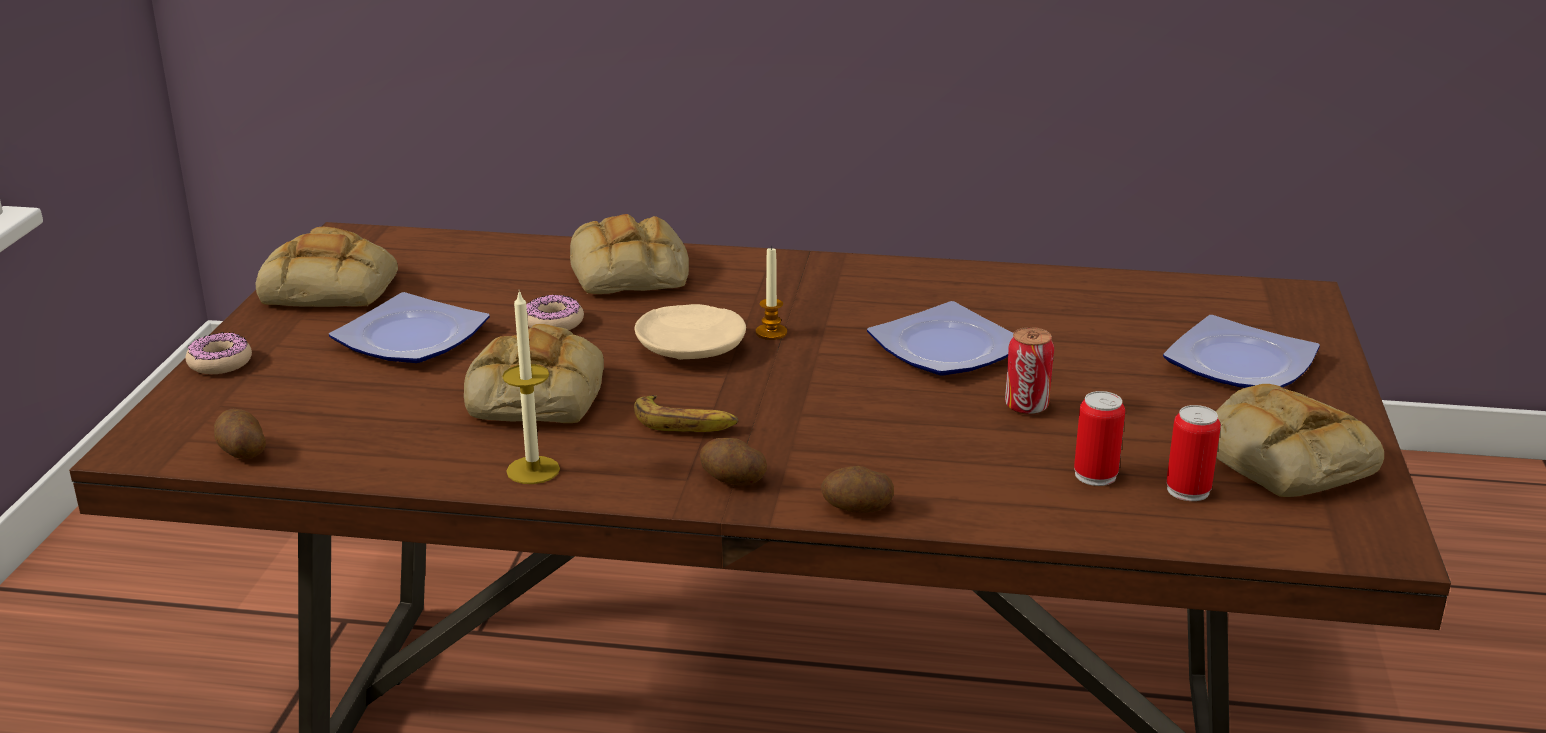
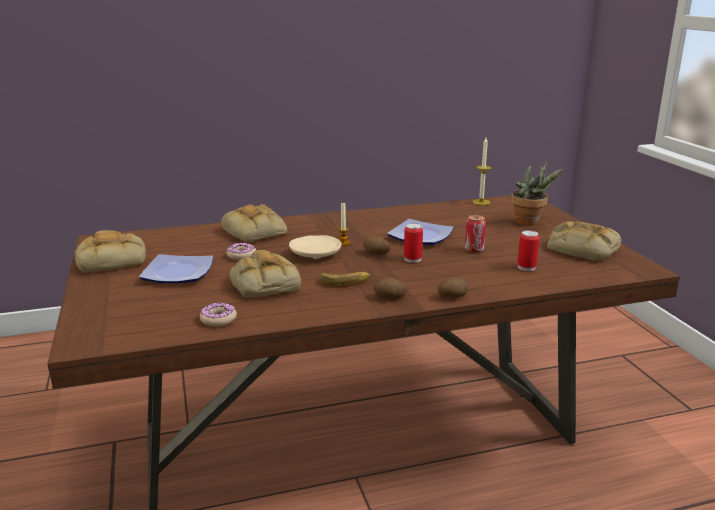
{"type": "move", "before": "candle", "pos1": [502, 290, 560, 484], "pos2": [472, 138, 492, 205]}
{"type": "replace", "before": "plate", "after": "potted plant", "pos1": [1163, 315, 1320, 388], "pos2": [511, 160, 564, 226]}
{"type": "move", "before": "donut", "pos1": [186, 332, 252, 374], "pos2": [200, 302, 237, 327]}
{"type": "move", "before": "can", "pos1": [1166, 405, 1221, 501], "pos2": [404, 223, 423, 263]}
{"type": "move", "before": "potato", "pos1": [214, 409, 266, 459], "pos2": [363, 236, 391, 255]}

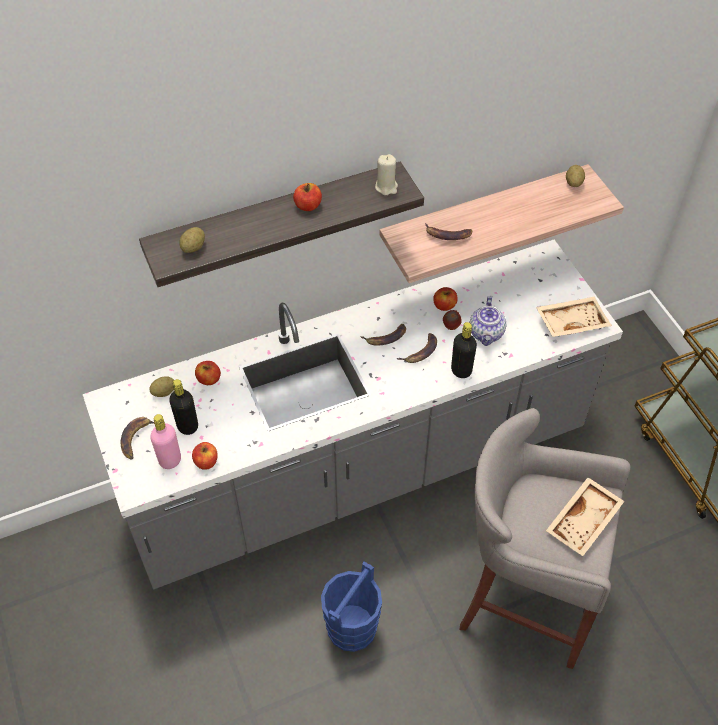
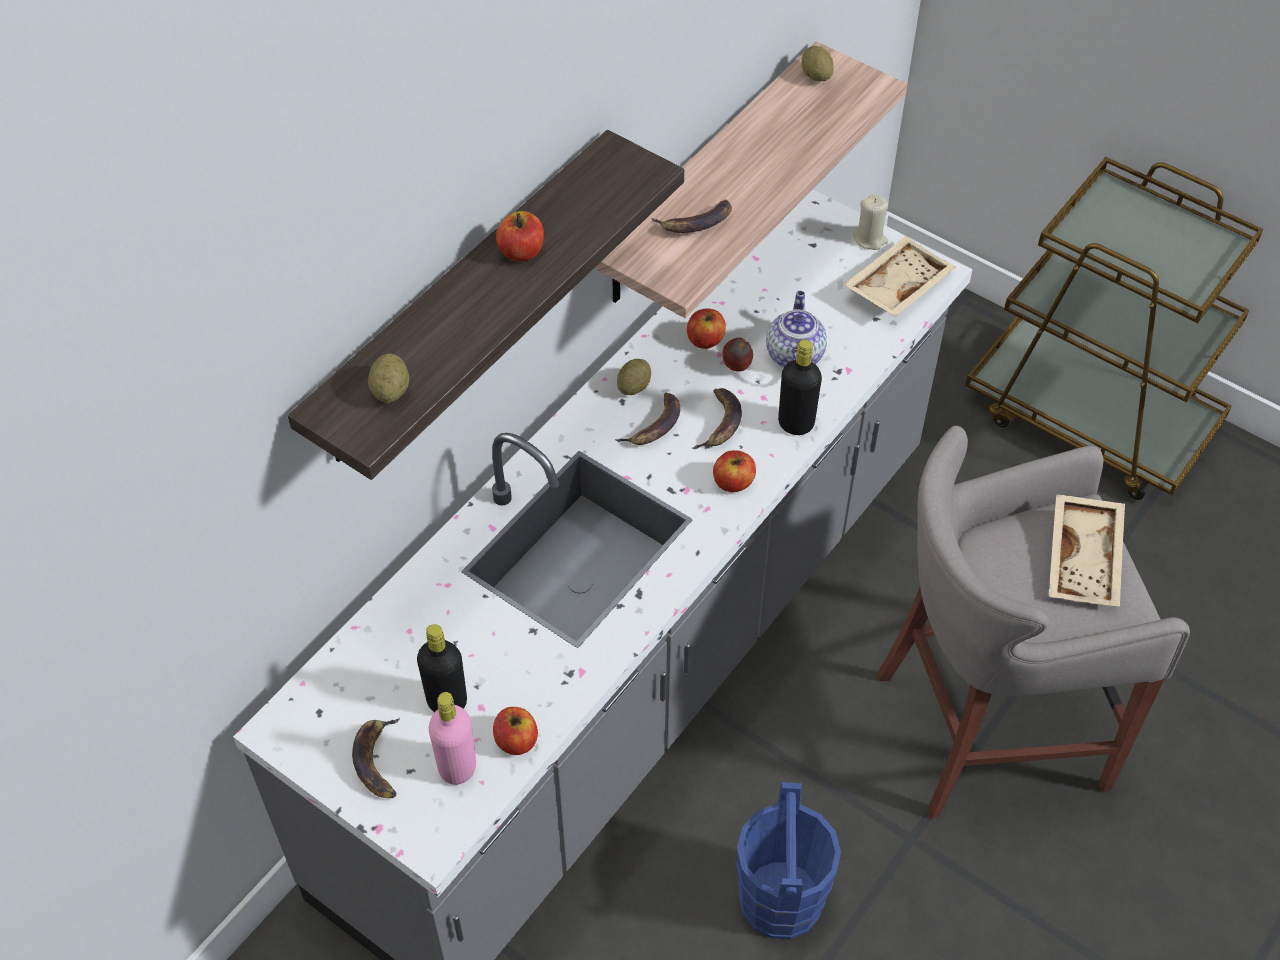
{"type": "move", "before": "candle (beige)", "pos1": [375, 154, 398, 195], "pos2": [853, 195, 888, 250]}
{"type": "rotate", "before": "teapot", "pos1": [469, 296, 506, 346], "pos2": [766, 291, 827, 368], "turn": -150}
{"type": "move", "before": "apple", "pos1": [195, 361, 221, 385], "pos2": [713, 450, 756, 492]}
{"type": "move", "before": "potato", "pos1": [149, 376, 174, 397], "pos2": [617, 359, 651, 395]}

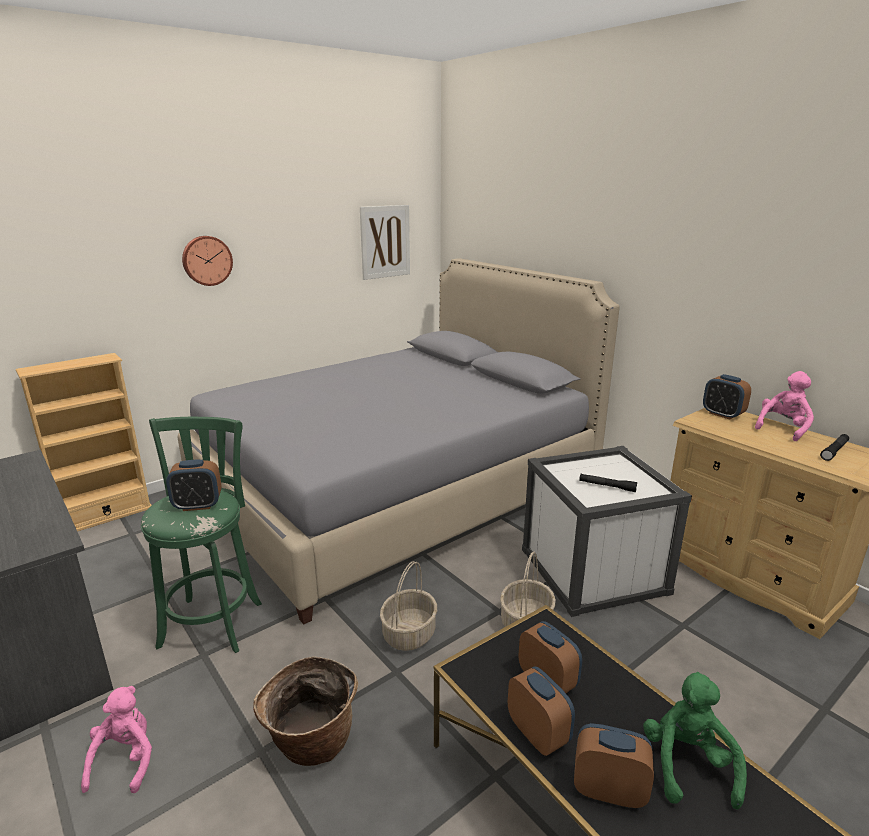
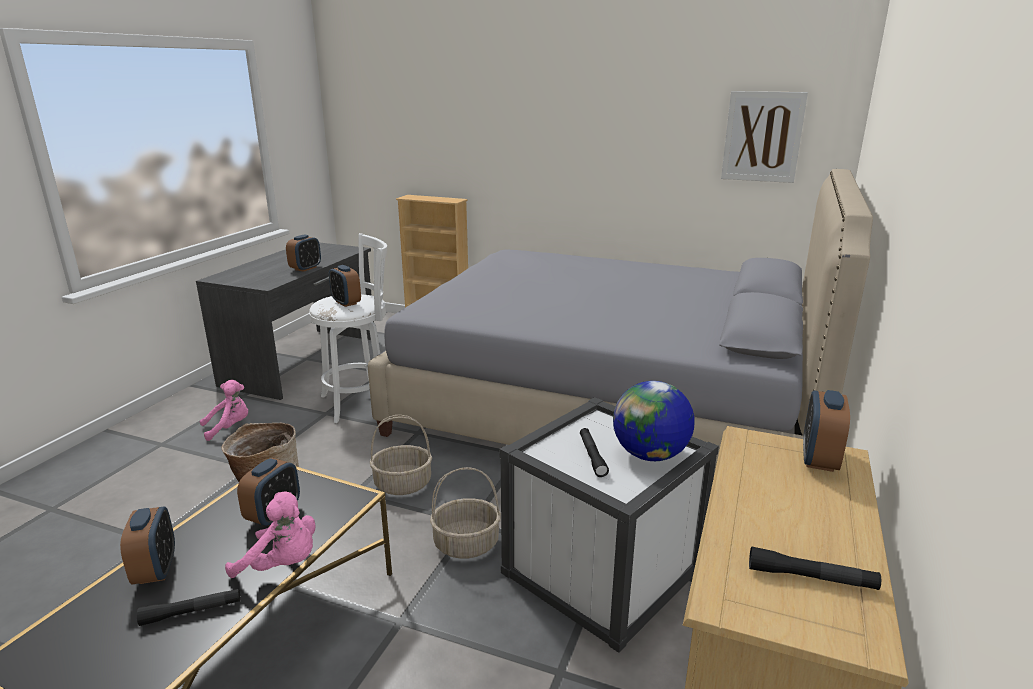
{"type": "delete", "before": "wall clock", "pos1": [182, 236, 233, 286]}
{"type": "move", "before": "plush toy (pink)", "pos1": [755, 371, 814, 441], "pos2": [225, 491, 316, 578]}
{"type": "recolor", "before": "stool (green)", "after": "stool (white)", "pos1": [141, 417, 262, 653], "pos2": [309, 233, 387, 423]}
{"type": "move", "before": "alarm clock", "pos1": [508, 667, 575, 756], "pos2": [286, 235, 321, 272]}
{"type": "replace", "before": "plush toy (green)", "after": "flashlight (black)", "pos1": [643, 672, 747, 810], "pos2": [137, 589, 240, 626]}
{"type": "insert", "after": "globe", "pos2": [613, 381, 694, 461]}

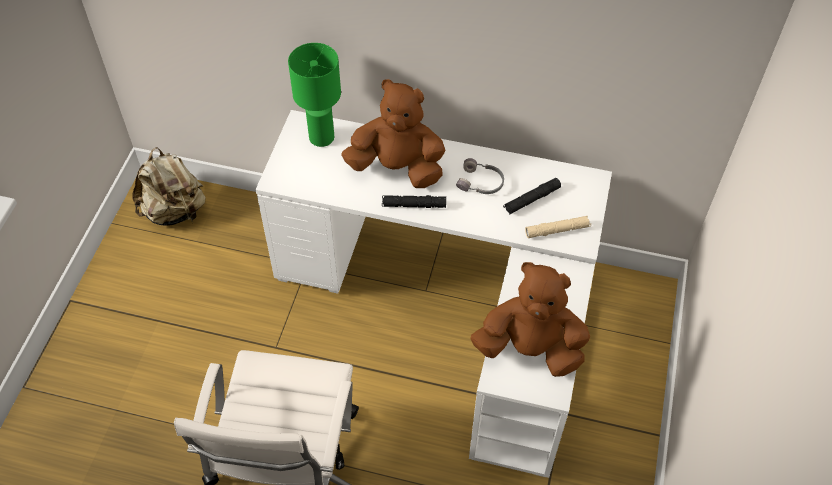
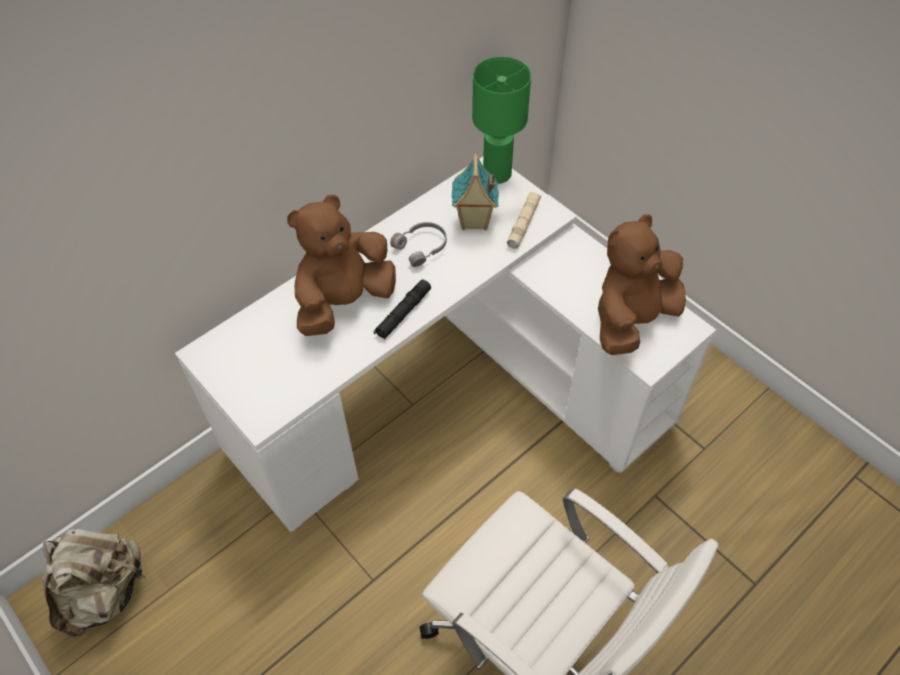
{"type": "move", "before": "table lamp (green)", "pos1": [288, 43, 341, 147], "pos2": [472, 57, 531, 184]}
{"type": "replace", "before": "flashlight (black)", "after": "toy house", "pos1": [503, 178, 561, 215], "pos2": [452, 153, 498, 231]}

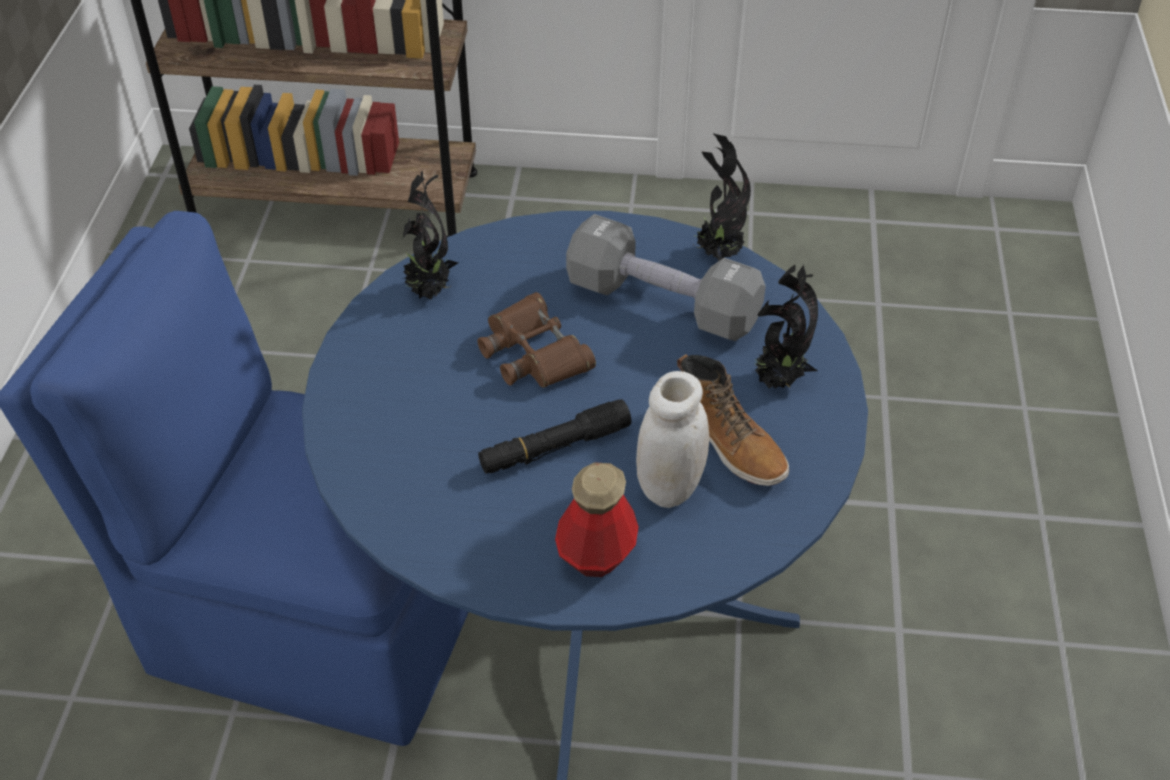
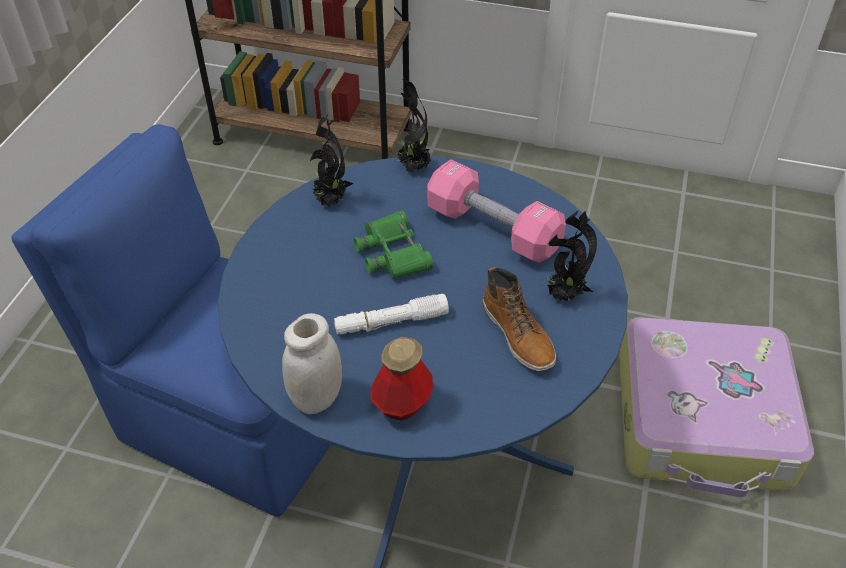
{"type": "move", "before": "potted plant", "pos1": [693, 133, 751, 261], "pos2": [396, 80, 431, 172]}
{"type": "recolor", "before": "dumbbell (grey)", "after": "dumbbell (pink)", "pos1": [566, 214, 766, 341], "pos2": [427, 159, 566, 263]}
{"type": "recolor", "before": "binoculars (brown)", "after": "binoculars (green)", "pos1": [477, 292, 596, 388], "pos2": [354, 210, 433, 278]}
{"type": "move", "before": "jar (white)", "pos1": [636, 371, 709, 508], "pos2": [282, 313, 342, 414]}
{"type": "recolor", "before": "flashlight (black)", "after": "flashlight (white)", "pos1": [478, 399, 631, 474], "pos2": [334, 294, 449, 335]}
{"type": "insert", "after": "suitcase", "pos2": [619, 317, 814, 498]}

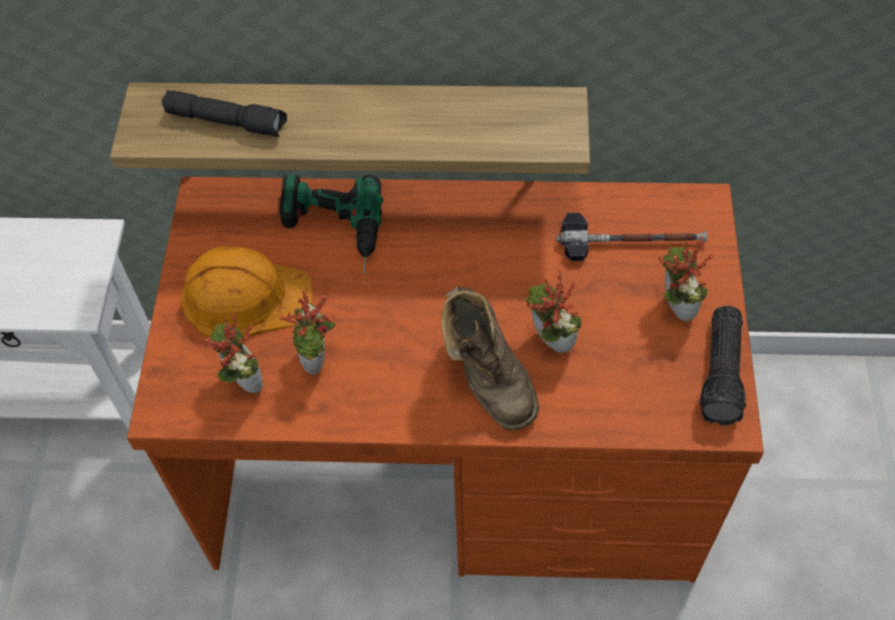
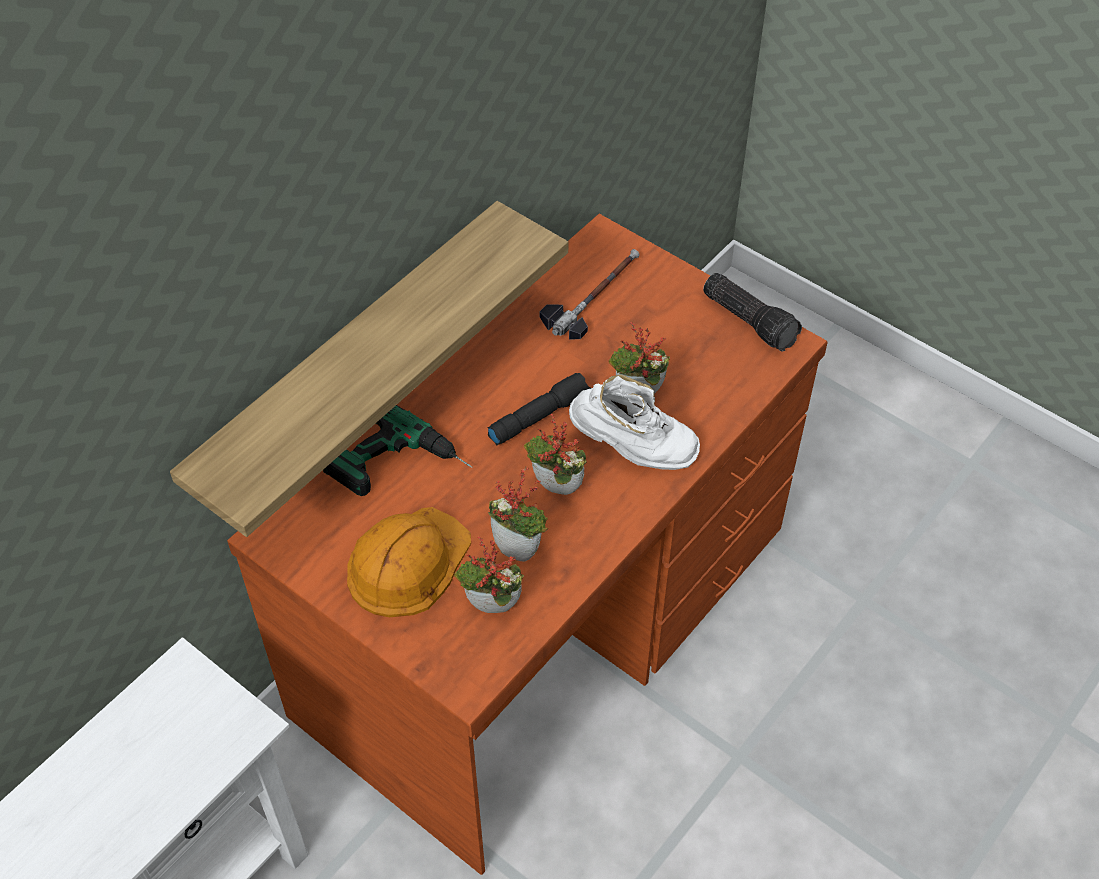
{"type": "move", "before": "flashlight (black)", "pos1": [161, 90, 287, 137], "pos2": [488, 373, 591, 445]}
{"type": "move", "before": "potted plant", "pos1": [658, 236, 713, 322], "pos2": [524, 414, 587, 495]}
{"type": "recolor", "before": "boot (brown)", "after": "boot (white)", "pos1": [441, 286, 539, 430], "pos2": [569, 374, 700, 470]}

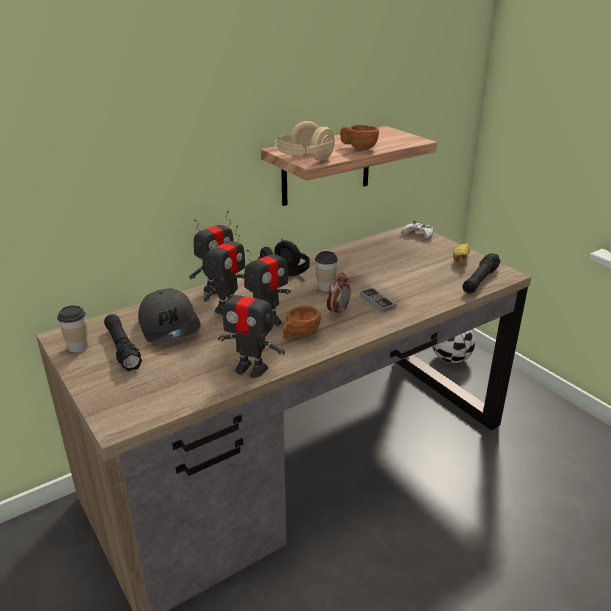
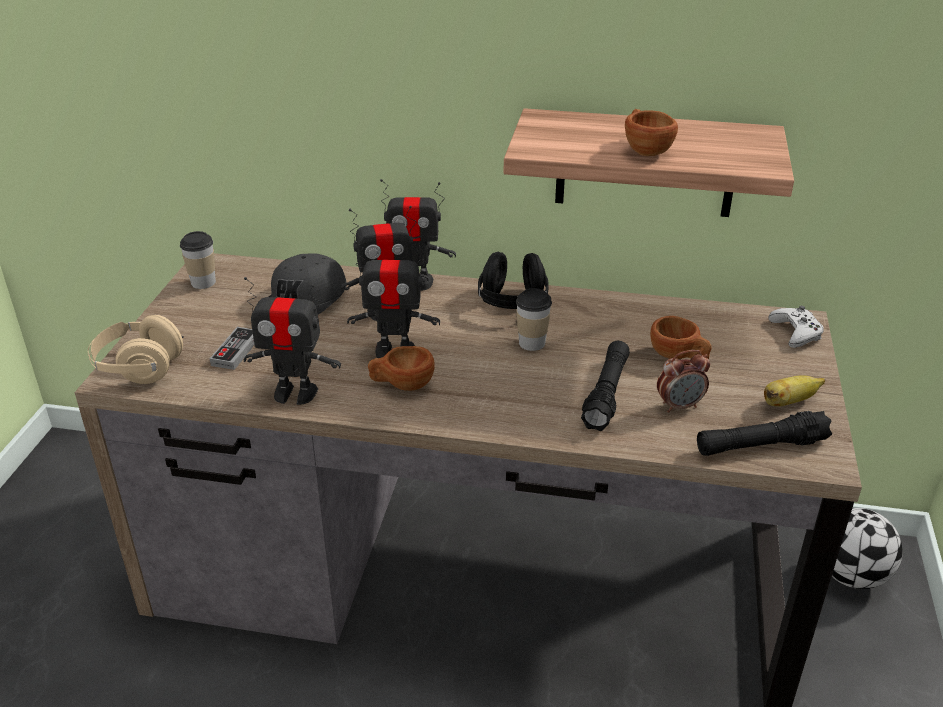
{"type": "move", "before": "headphones (beige)", "pos1": [275, 121, 335, 161], "pos2": [88, 315, 184, 384]}
{"type": "move", "before": "alarm clock", "pos1": [327, 273, 351, 317], "pos2": [657, 350, 710, 413]}
{"type": "rotate", "before": "toy robot", "pos1": [218, 278, 285, 378], "pos2": [243, 277, 341, 405], "turn": -60}
{"type": "move", "before": "game controller", "pos1": [360, 287, 396, 313], "pos2": [210, 327, 254, 370]}
{"type": "move", "before": "flashlight (black)", "pos1": [104, 314, 142, 372], "pos2": [581, 341, 630, 431]}
{"type": "insert", "after": "cup (brown)", "pos2": [650, 316, 712, 359]}

